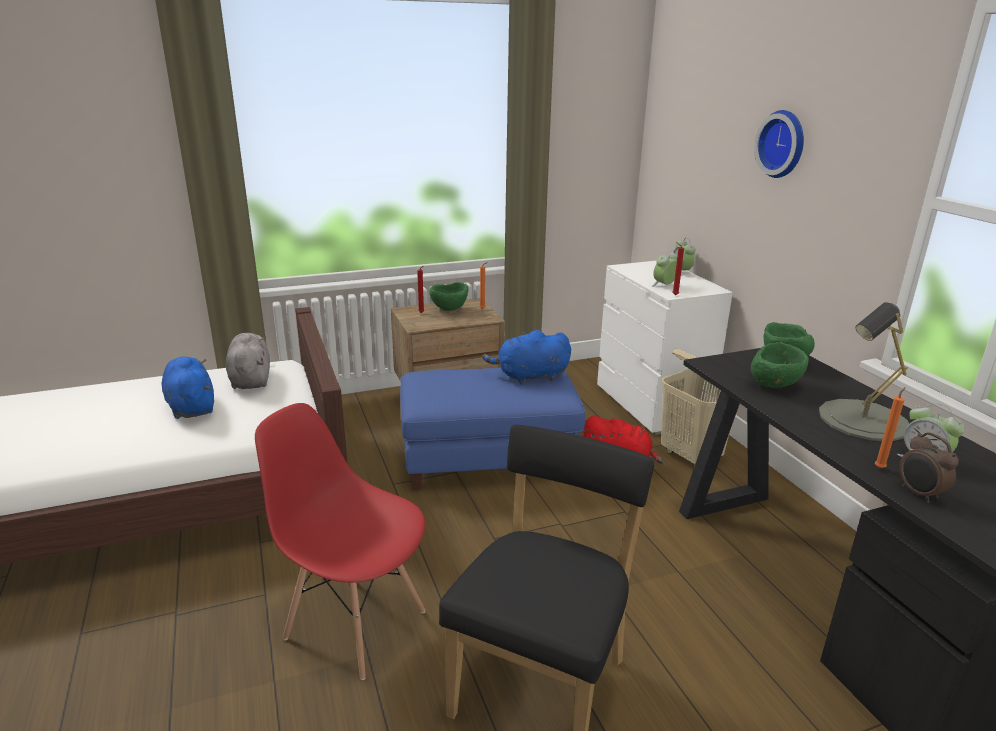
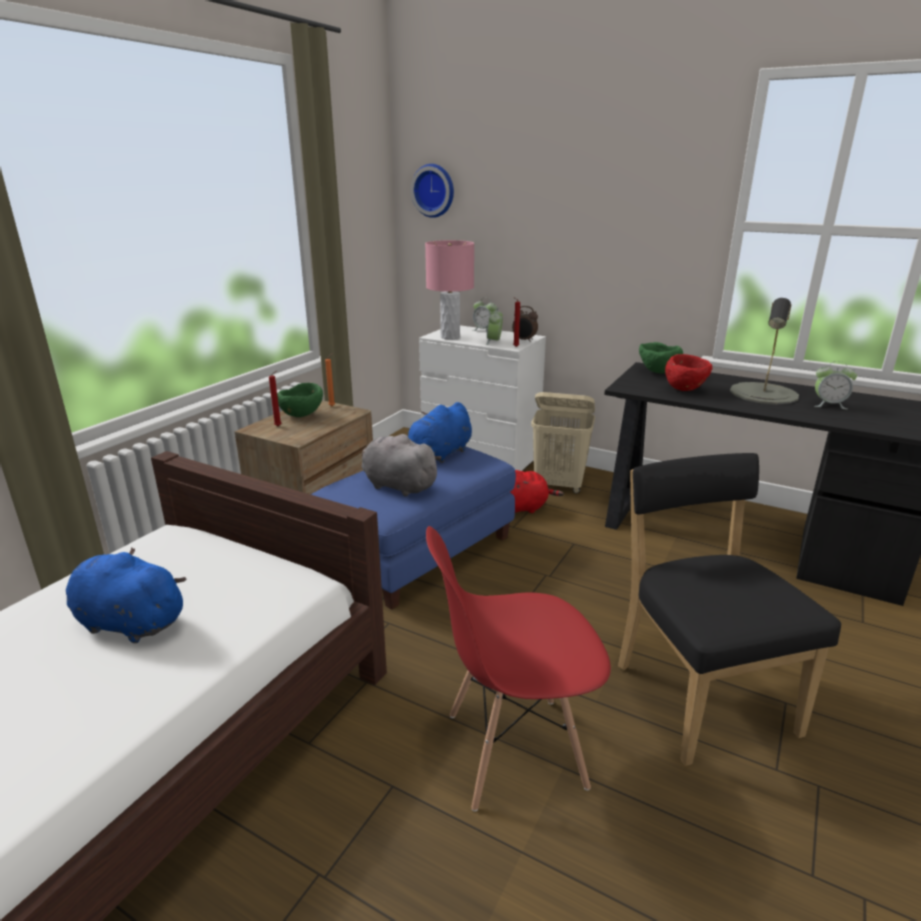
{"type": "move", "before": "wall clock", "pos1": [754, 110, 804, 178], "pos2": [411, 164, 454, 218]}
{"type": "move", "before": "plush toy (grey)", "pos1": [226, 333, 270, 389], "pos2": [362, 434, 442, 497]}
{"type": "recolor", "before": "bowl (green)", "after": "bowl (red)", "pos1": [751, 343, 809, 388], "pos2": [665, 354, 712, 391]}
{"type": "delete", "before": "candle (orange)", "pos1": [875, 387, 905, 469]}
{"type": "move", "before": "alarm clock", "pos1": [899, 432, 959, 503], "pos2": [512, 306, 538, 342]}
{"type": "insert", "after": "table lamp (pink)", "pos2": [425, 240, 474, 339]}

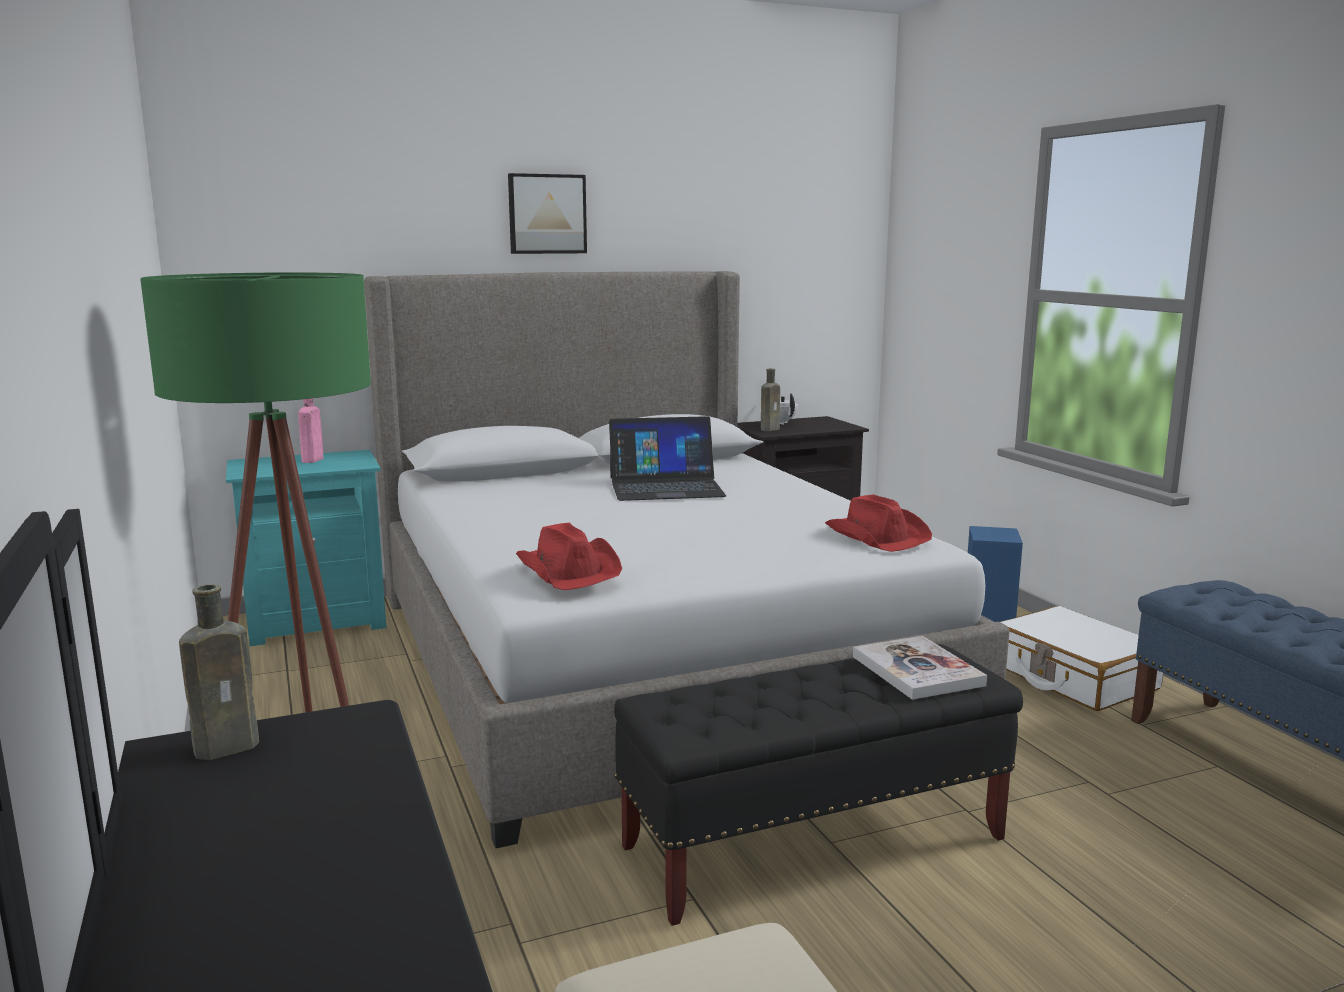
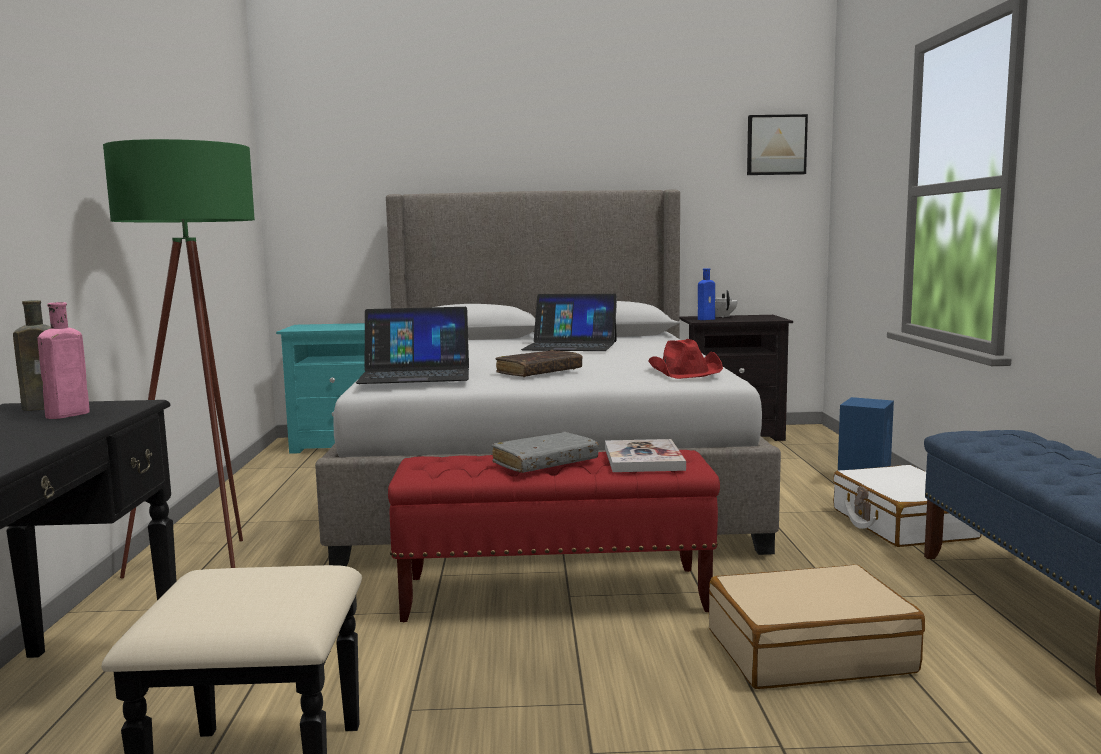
{"type": "move", "before": "picture", "pos1": [508, 173, 587, 254], "pos2": [747, 114, 808, 175]}
{"type": "recolor", "before": "bottle (brown)", "after": "bottle (blue)", "pos1": [761, 369, 780, 431], "pos2": [698, 268, 715, 320]}
{"type": "move", "before": "bottle (pink)", "pos1": [298, 398, 323, 463], "pos2": [37, 302, 90, 419]}
{"type": "replace", "before": "hat (red)", "after": "laptop", "pos1": [516, 523, 622, 590], "pos2": [356, 307, 469, 384]}
{"type": "recolor", "before": "bench (black)", "after": "bench (red)", "pos1": [614, 644, 1023, 926], "pos2": [388, 450, 720, 622]}
{"type": "insert", "after": "book (brown)", "pos2": [496, 350, 583, 377]}
{"type": "insert", "after": "book (grey)", "pos2": [491, 432, 599, 473]}
{"type": "insert", "after": "suitcase (beige)", "pos2": [709, 564, 925, 689]}

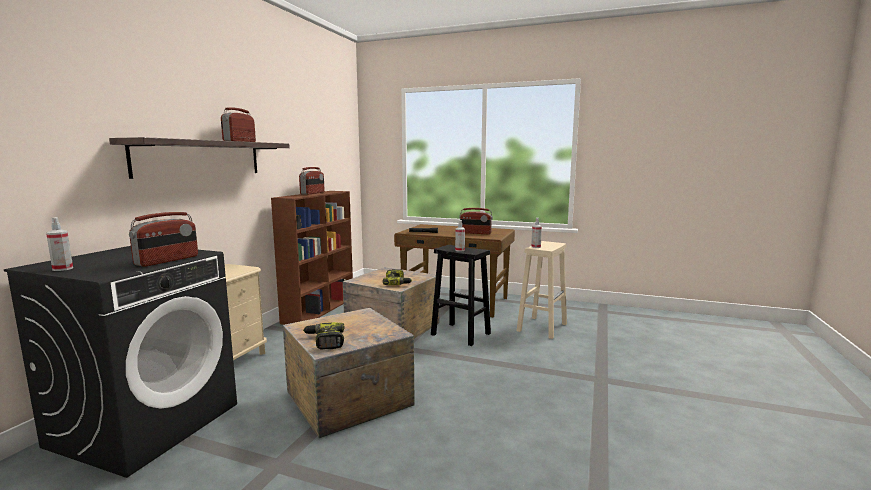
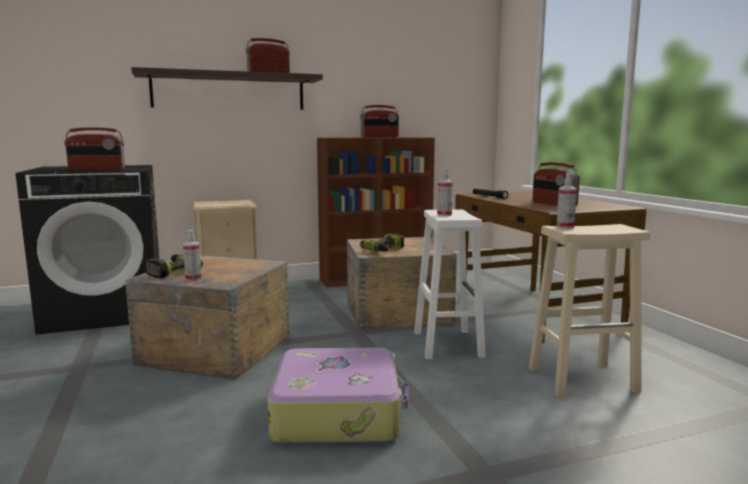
{"type": "move", "before": "spray bottle", "pos1": [46, 217, 73, 271], "pos2": [183, 230, 202, 281]}
{"type": "recolor", "before": "stool (black)", "after": "stool (white)", "pos1": [431, 245, 491, 346], "pos2": [414, 209, 486, 359]}
{"type": "insert", "after": "suitcase", "pos2": [268, 348, 409, 444]}

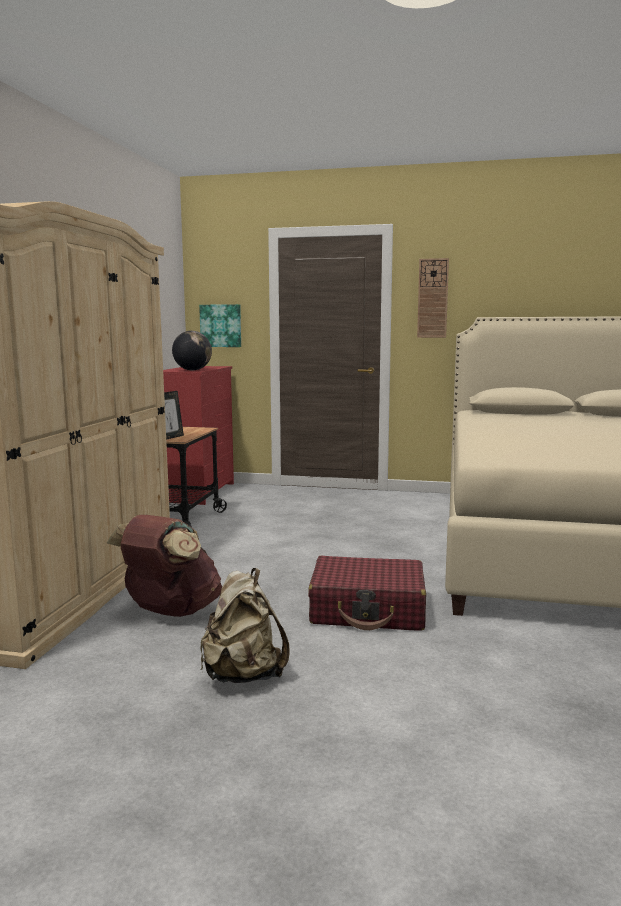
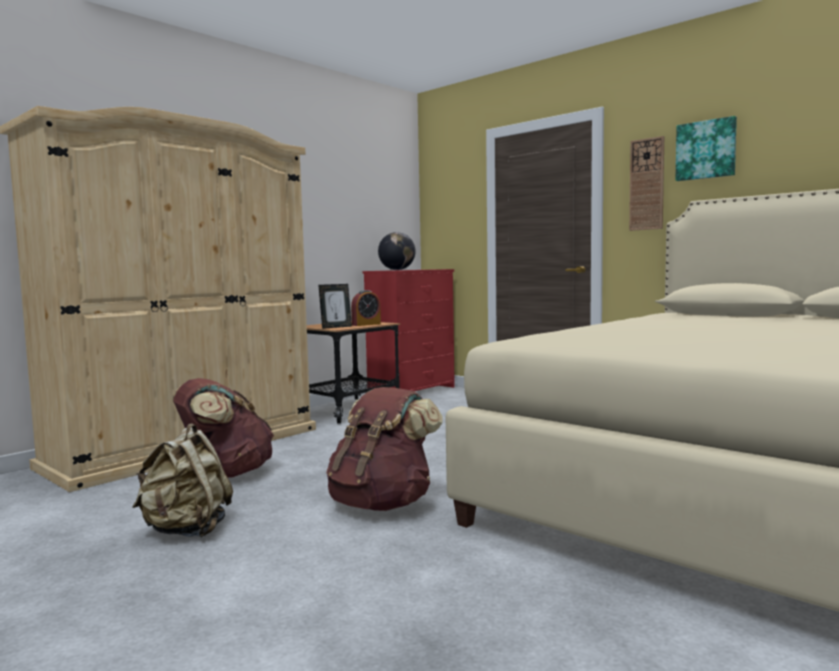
{"type": "move", "before": "picture", "pos1": [199, 304, 241, 347], "pos2": [675, 116, 737, 181]}
{"type": "replace", "before": "suitcase (red)", "after": "backpack (brown)", "pos1": [308, 556, 426, 631], "pos2": [326, 387, 443, 511]}
{"type": "insert", "after": "alarm clock", "pos2": [351, 290, 381, 326]}

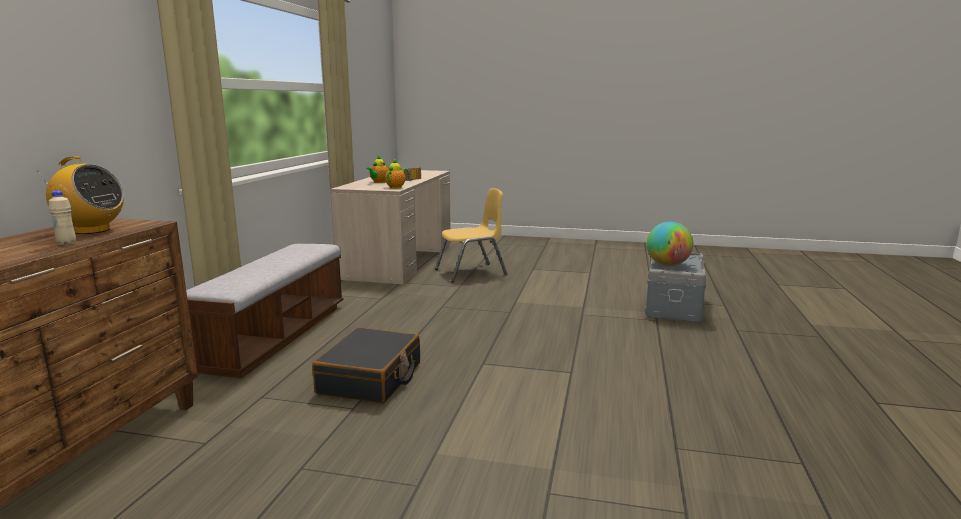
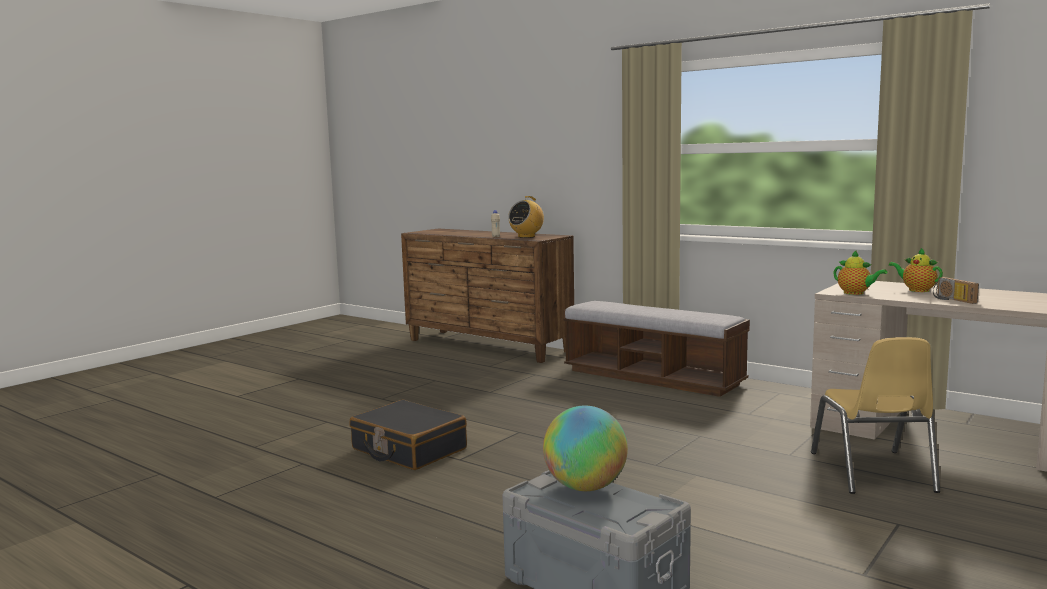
{"type": "move", "before": "suitcase (black)", "pos1": [312, 328, 420, 404], "pos2": [349, 400, 467, 470]}

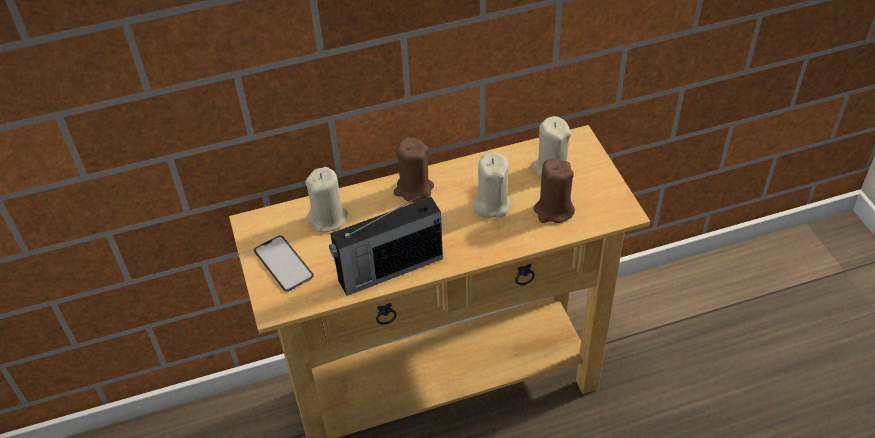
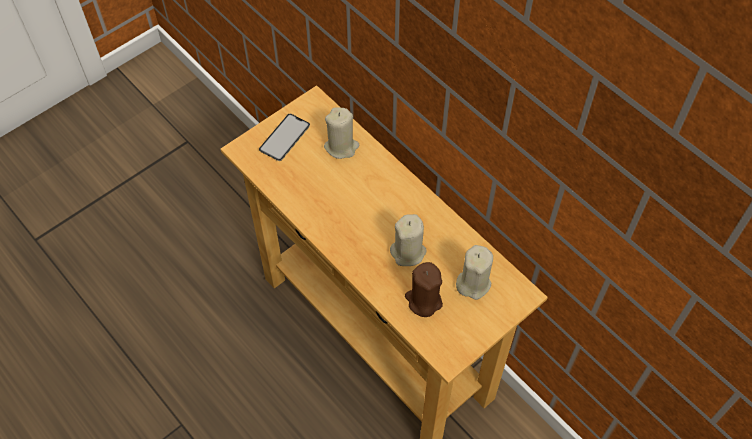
{"type": "delete", "before": "candle (brown)", "pos1": [394, 137, 434, 202]}
{"type": "delete", "before": "radio", "pos1": [329, 195, 443, 296]}

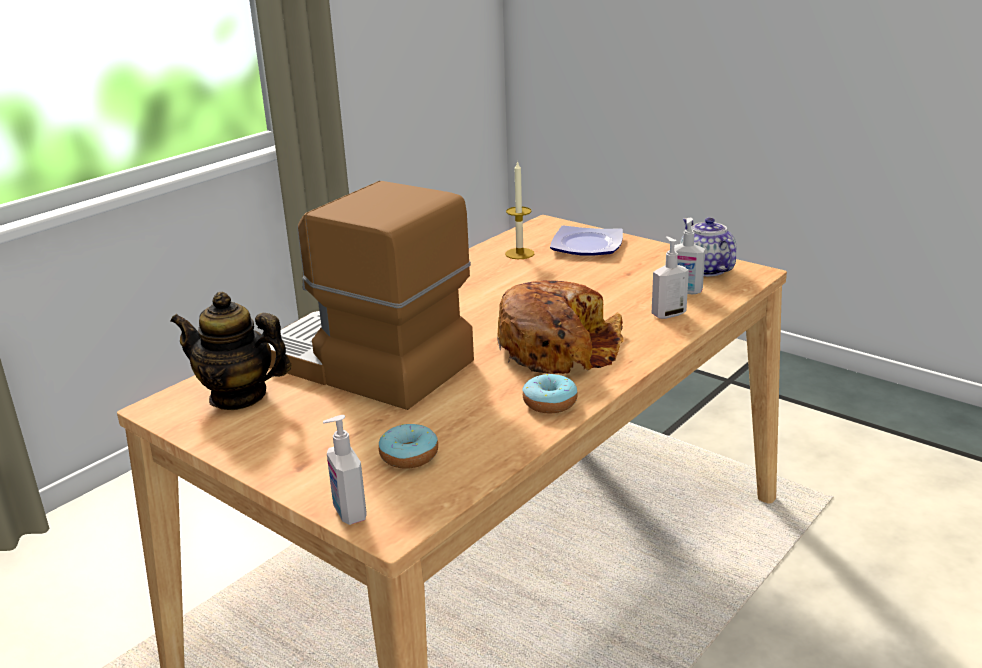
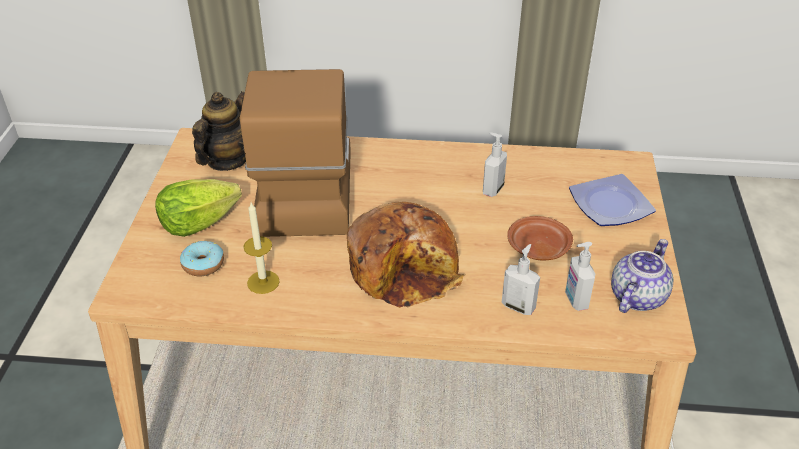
{"type": "move", "before": "candle", "pos1": [505, 160, 534, 259], "pos2": [243, 203, 280, 294]}
{"type": "rotate", "before": "teapot", "pos1": [170, 292, 292, 410], "pos2": [192, 91, 246, 171], "turn": 45}
{"type": "delete", "before": "donut", "pos1": [522, 374, 578, 414]}
{"type": "move", "before": "soap dispenser", "pos1": [323, 415, 367, 525], "pos2": [483, 133, 507, 197]}
{"type": "insert", "after": "lettuce", "pos2": [155, 179, 242, 237]}
{"type": "insert", "after": "plate (brown)", "pos2": [507, 216, 573, 261]}

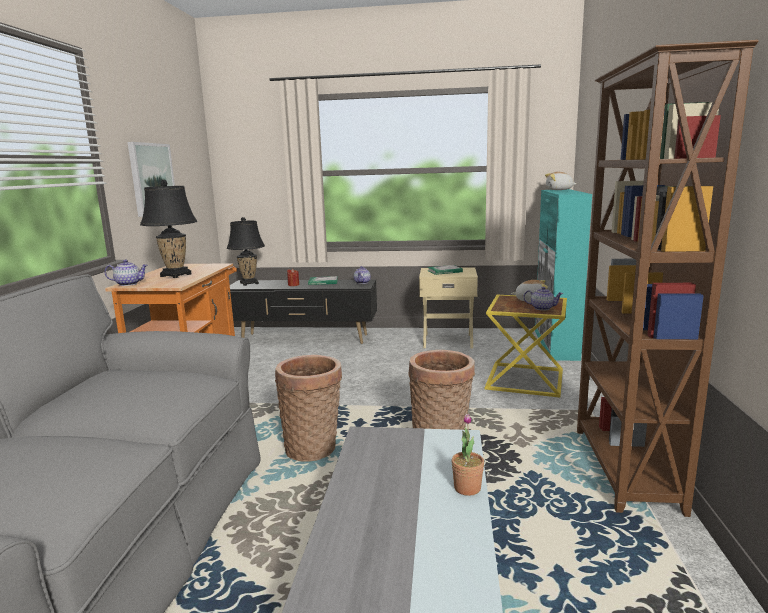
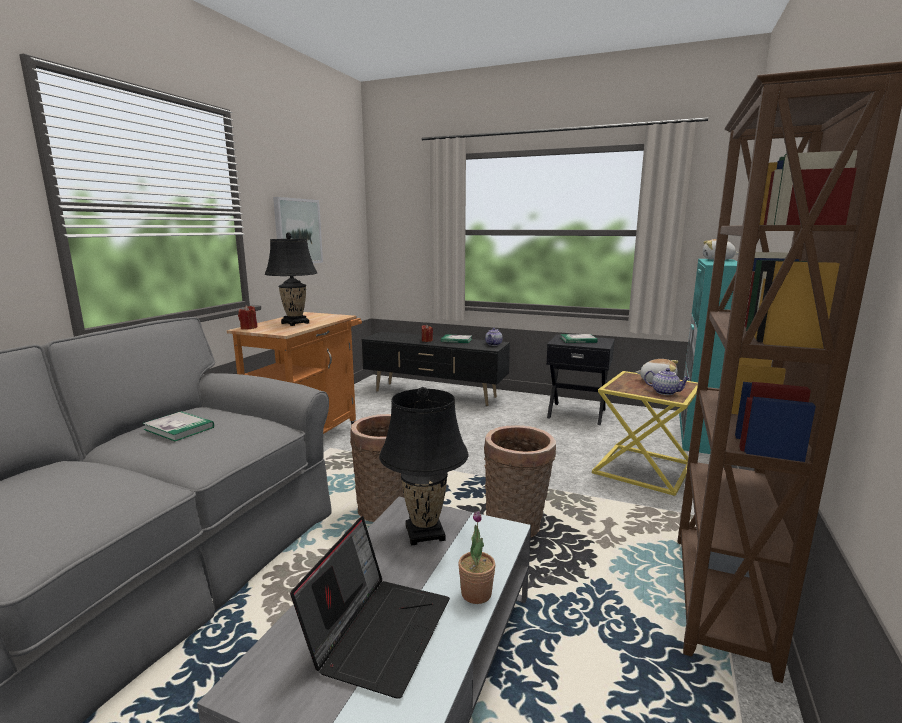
{"type": "move", "before": "table lamp (black)", "pos1": [227, 217, 265, 286], "pos2": [379, 387, 468, 546]}
{"type": "replace", "before": "teapot", "after": "candle (red)", "pos1": [104, 260, 148, 286], "pos2": [238, 305, 257, 329]}
{"type": "recolor", "before": "nightstand (beige)", "after": "nightstand (black)", "pos1": [419, 268, 478, 349], "pos2": [546, 334, 615, 425]}
{"type": "insert", "after": "book", "pos2": [143, 411, 214, 441]}
{"type": "insert", "after": "laptop", "pos2": [290, 516, 450, 699]}

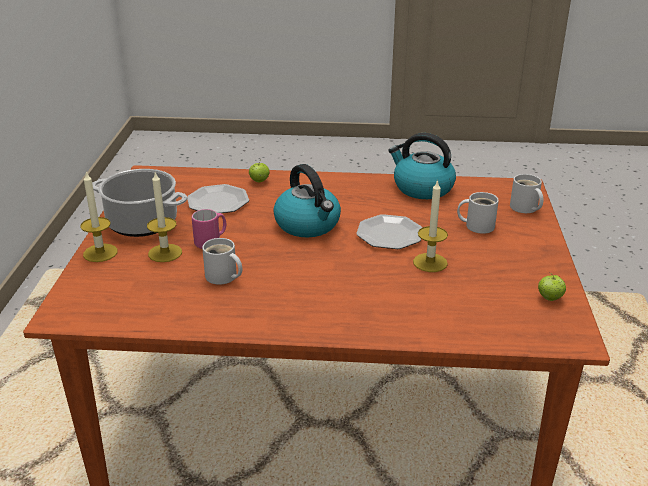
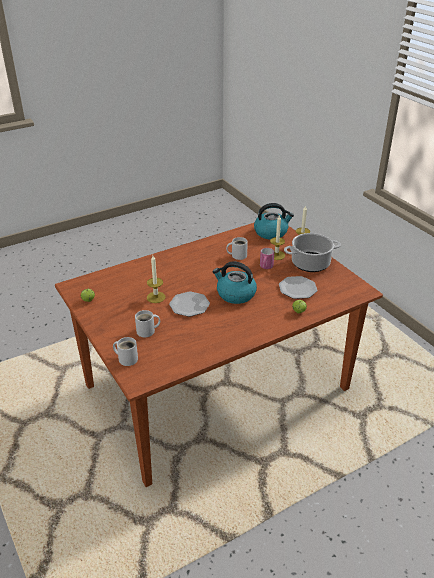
{"type": "move", "before": "kettle", "pos1": [388, 133, 456, 199], "pos2": [254, 203, 294, 240]}

